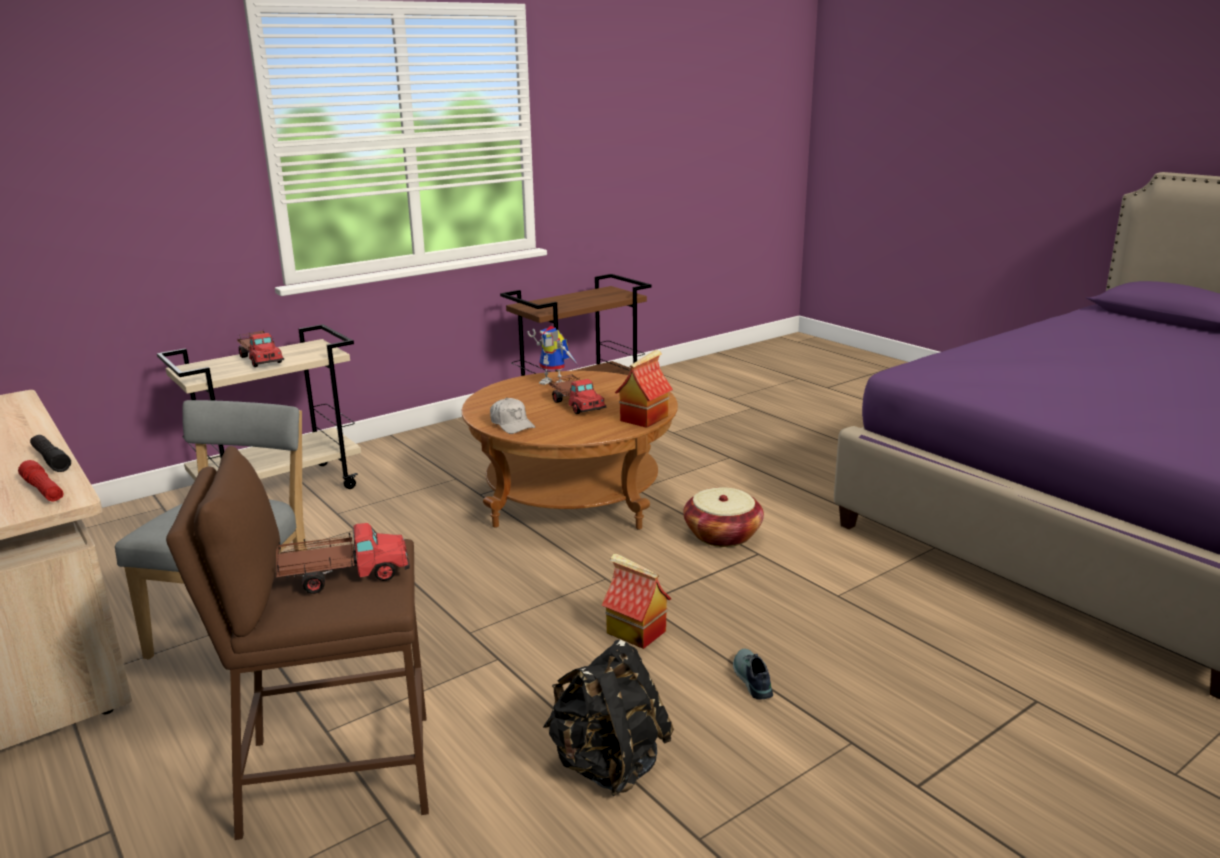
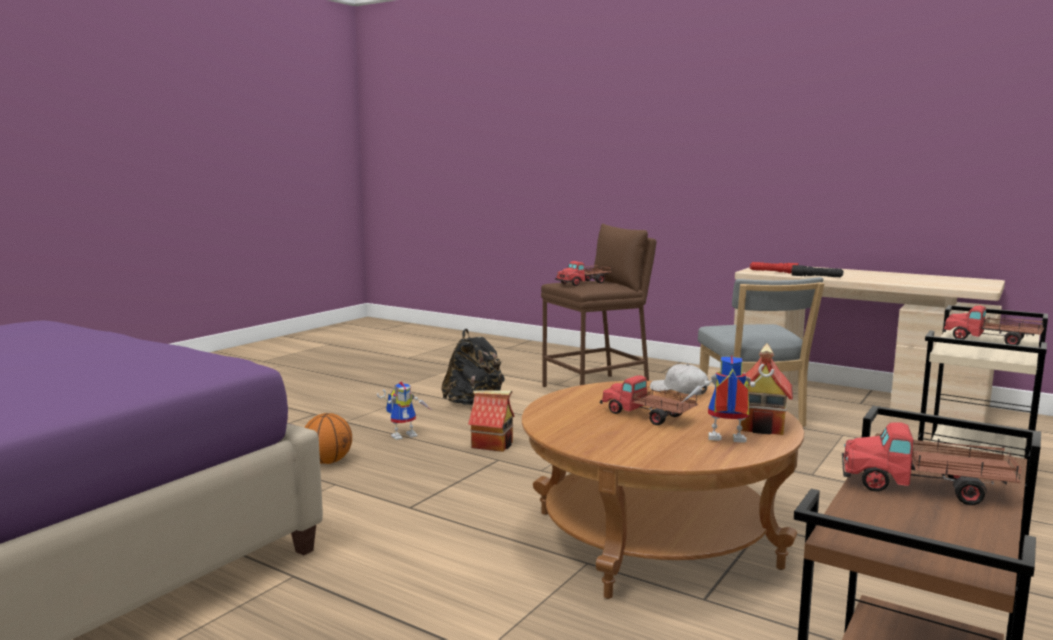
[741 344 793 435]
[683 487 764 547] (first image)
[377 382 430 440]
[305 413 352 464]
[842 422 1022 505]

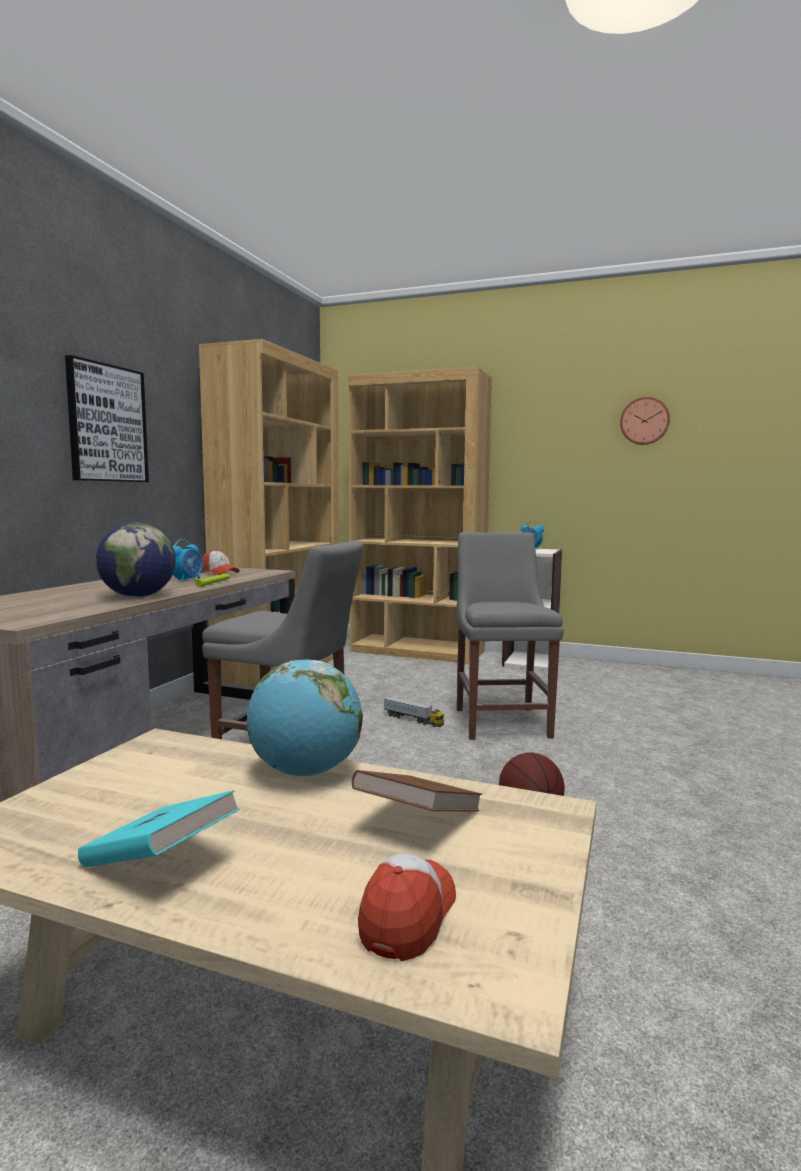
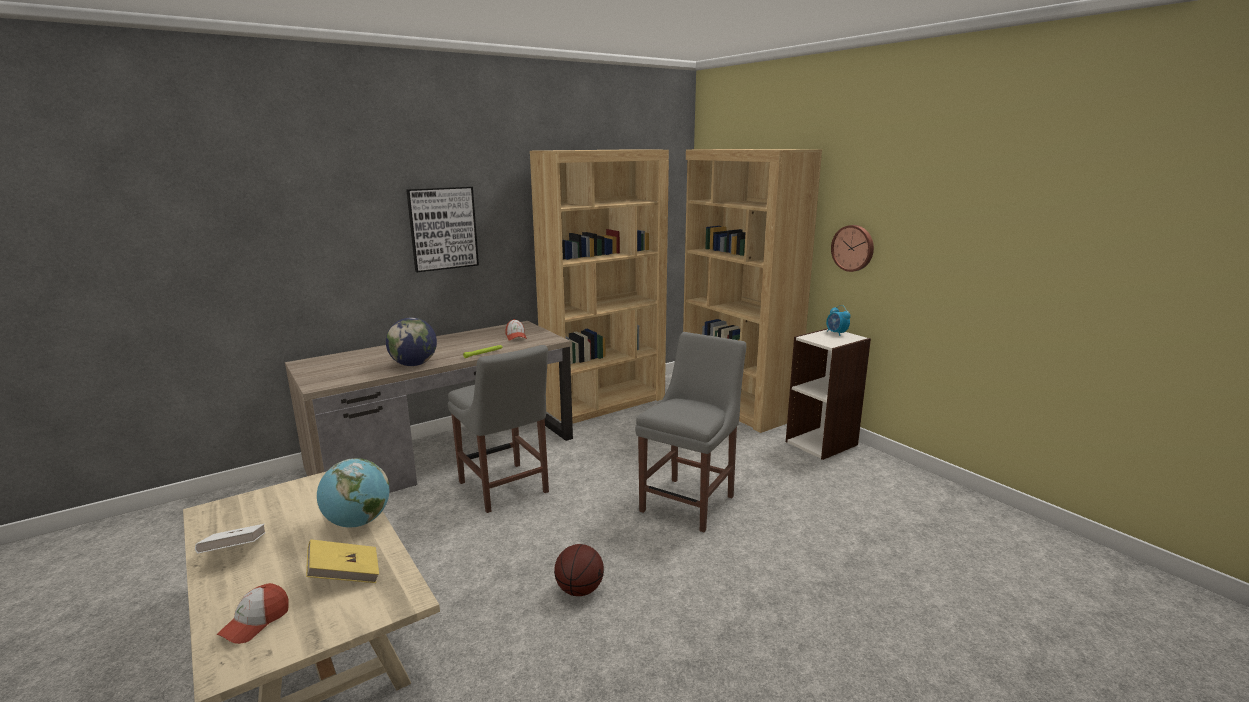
[195 524 266 554]
[173 539 203 583] (first image)
[306 539 379 583]
[217 583 289 644]
[384 696 444 727] (first image)
[831 225 874 272]

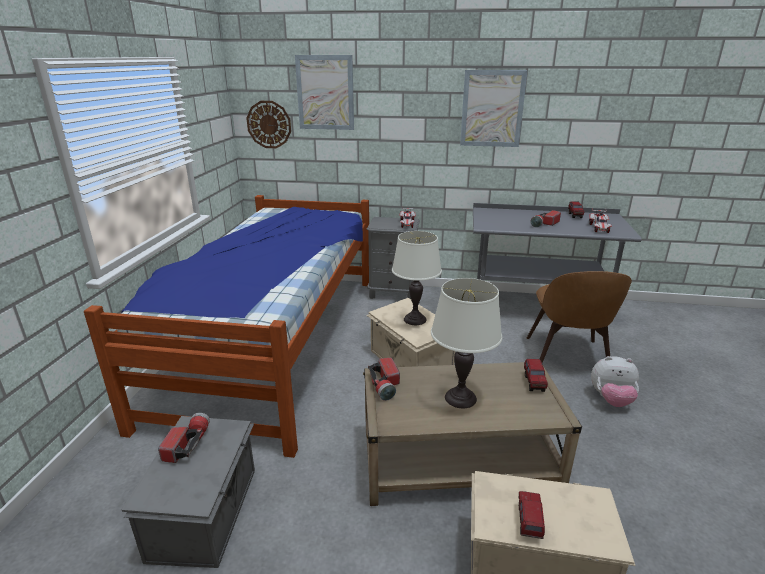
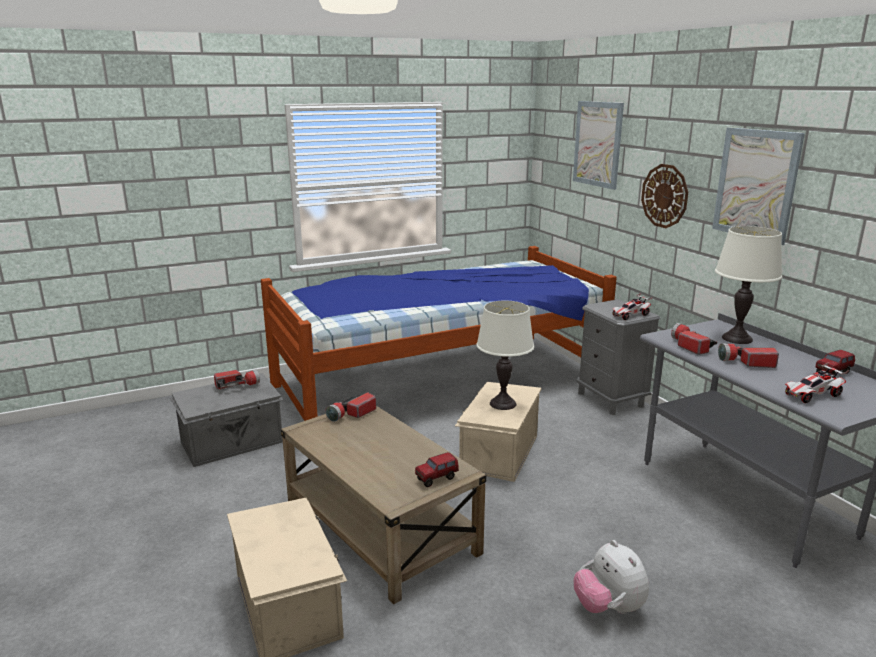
[641 164 688 228]
[715 226 782 344]
[519 491 545 539] (first image)
[527 271 632 363] (first image)
[671 323 717 355]

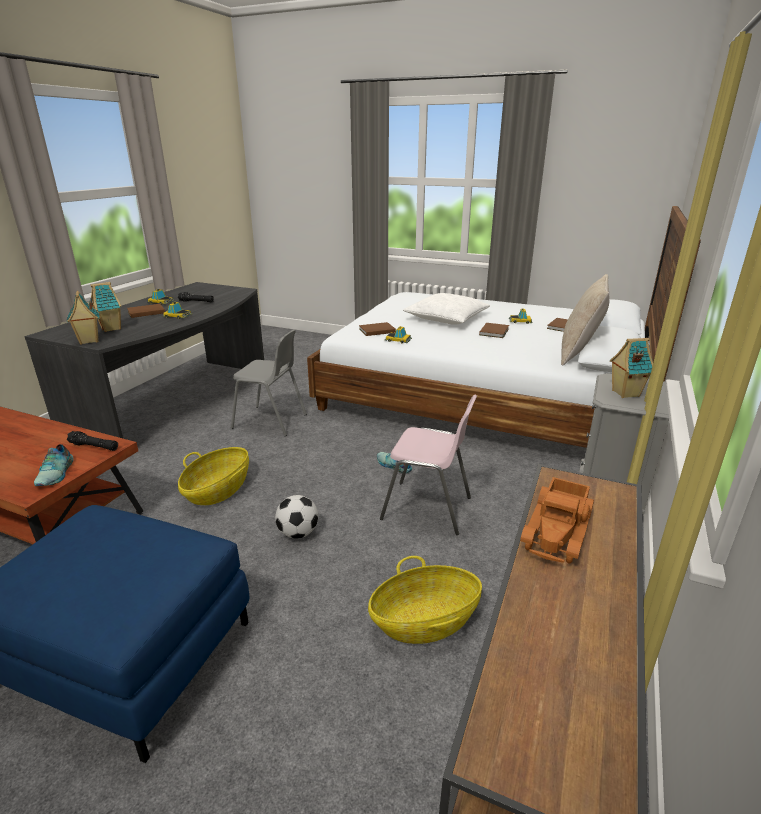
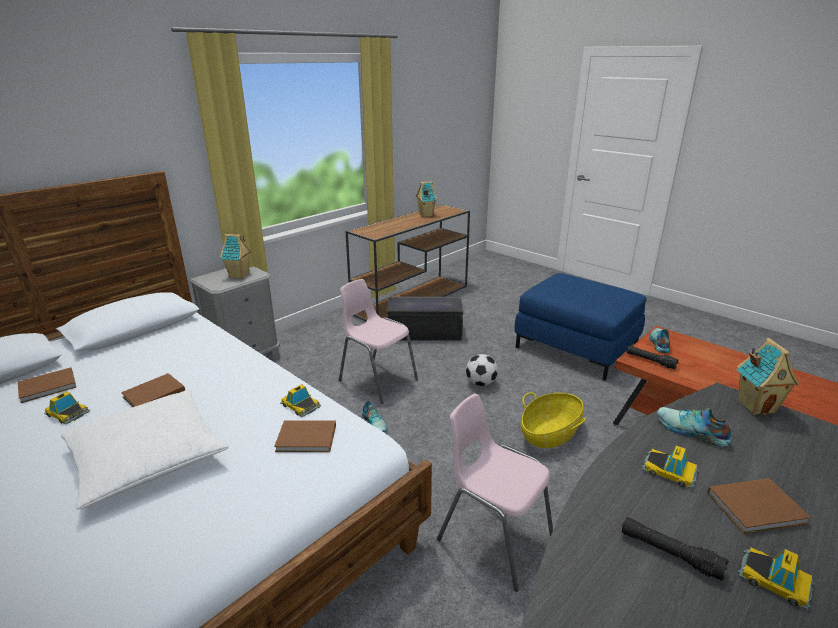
[416 181 437 217]
[437 394 553 592]
[387 297 463 341]
[520 477 594 564] (first image)
[561 274 610 366] (first image)
[657 407 732 447]

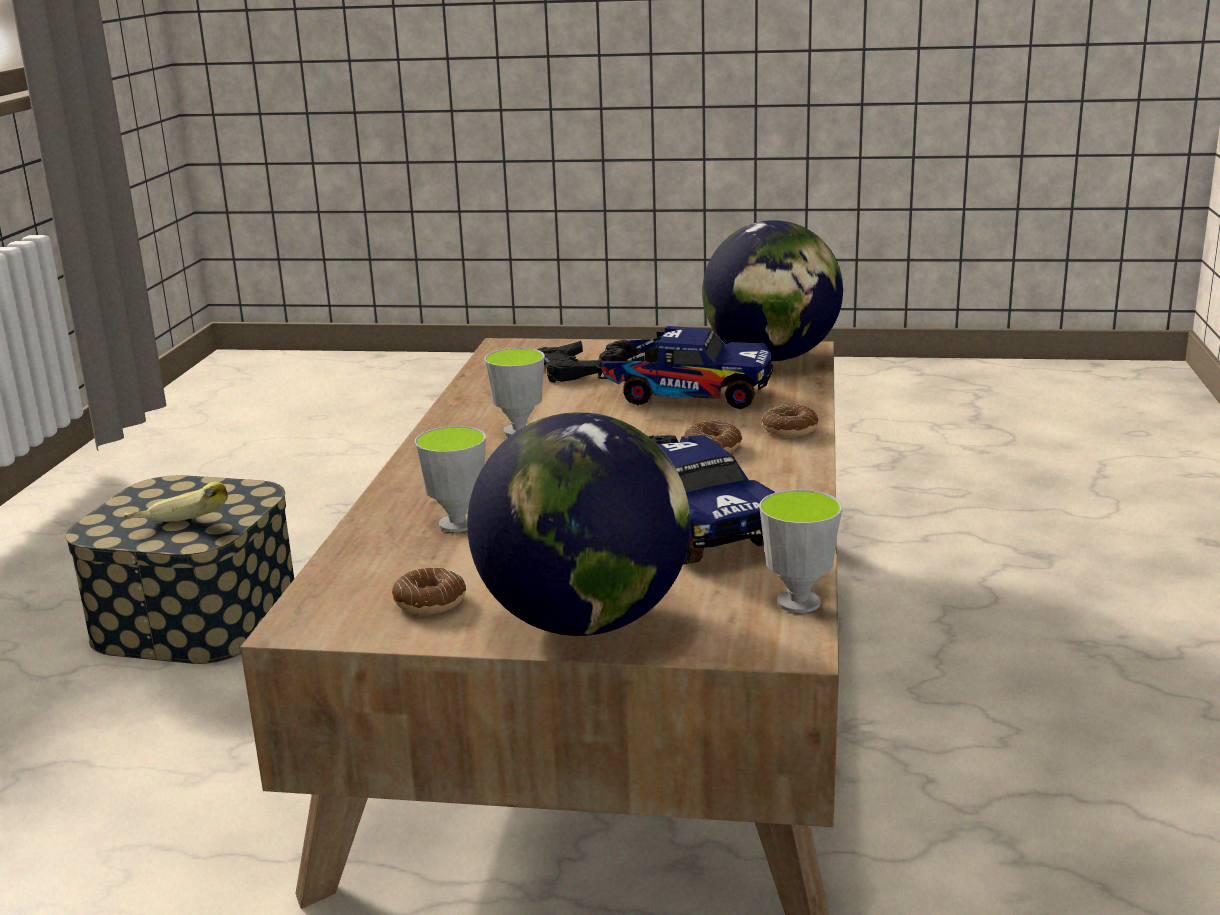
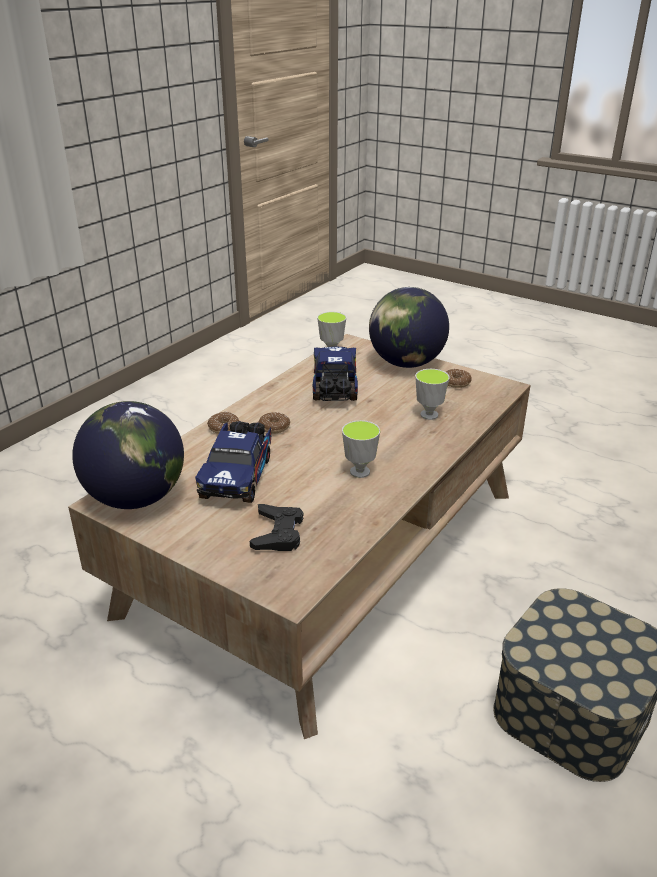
[123 482 228 522] (first image)
[195 421 271 503]

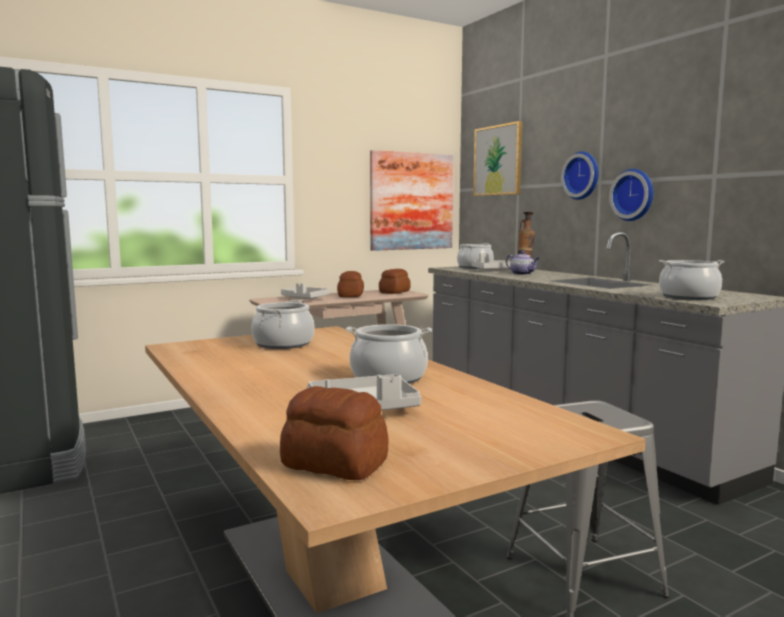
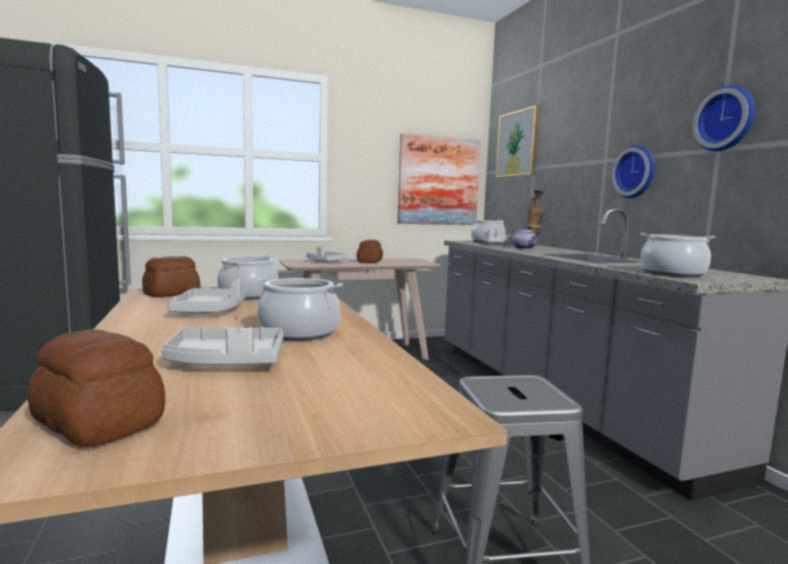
[142 256 200 297]
[693 85 755 152]
[167 279 246 314]

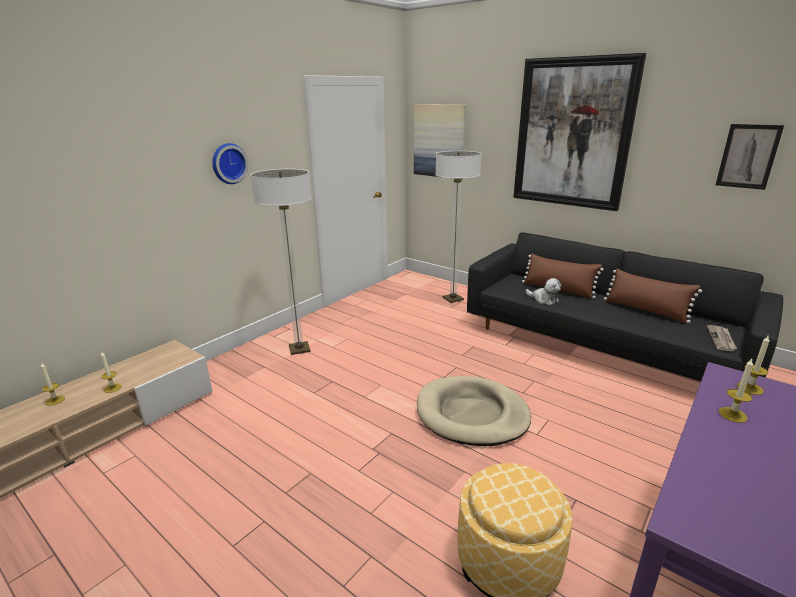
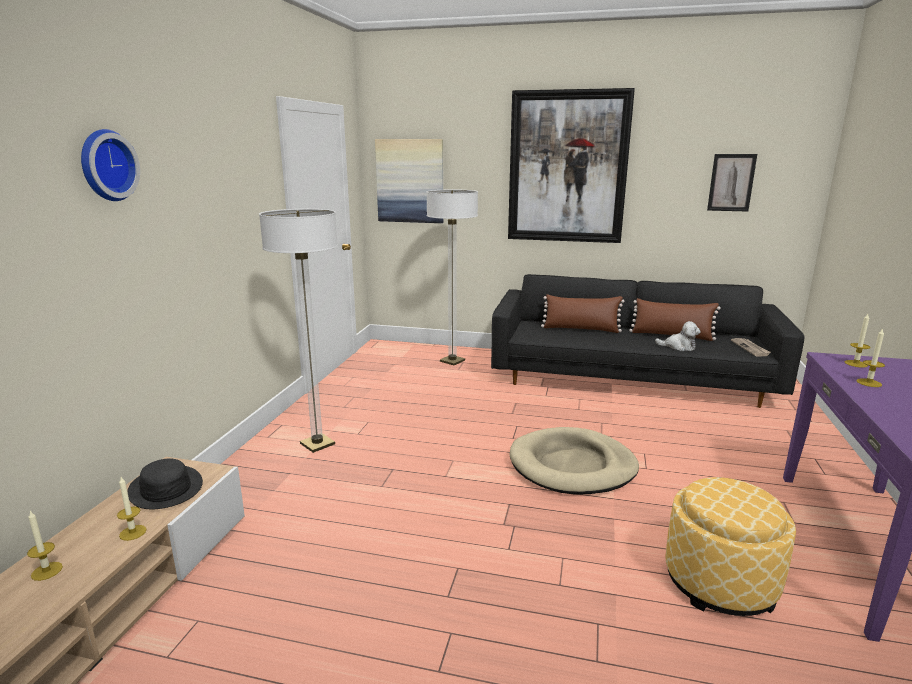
[81 129 140 201]
[655 321 701 351]
[127 458 203 509]

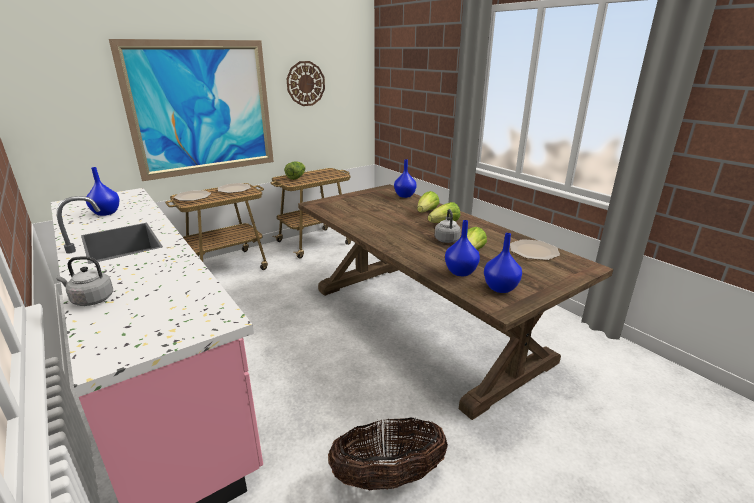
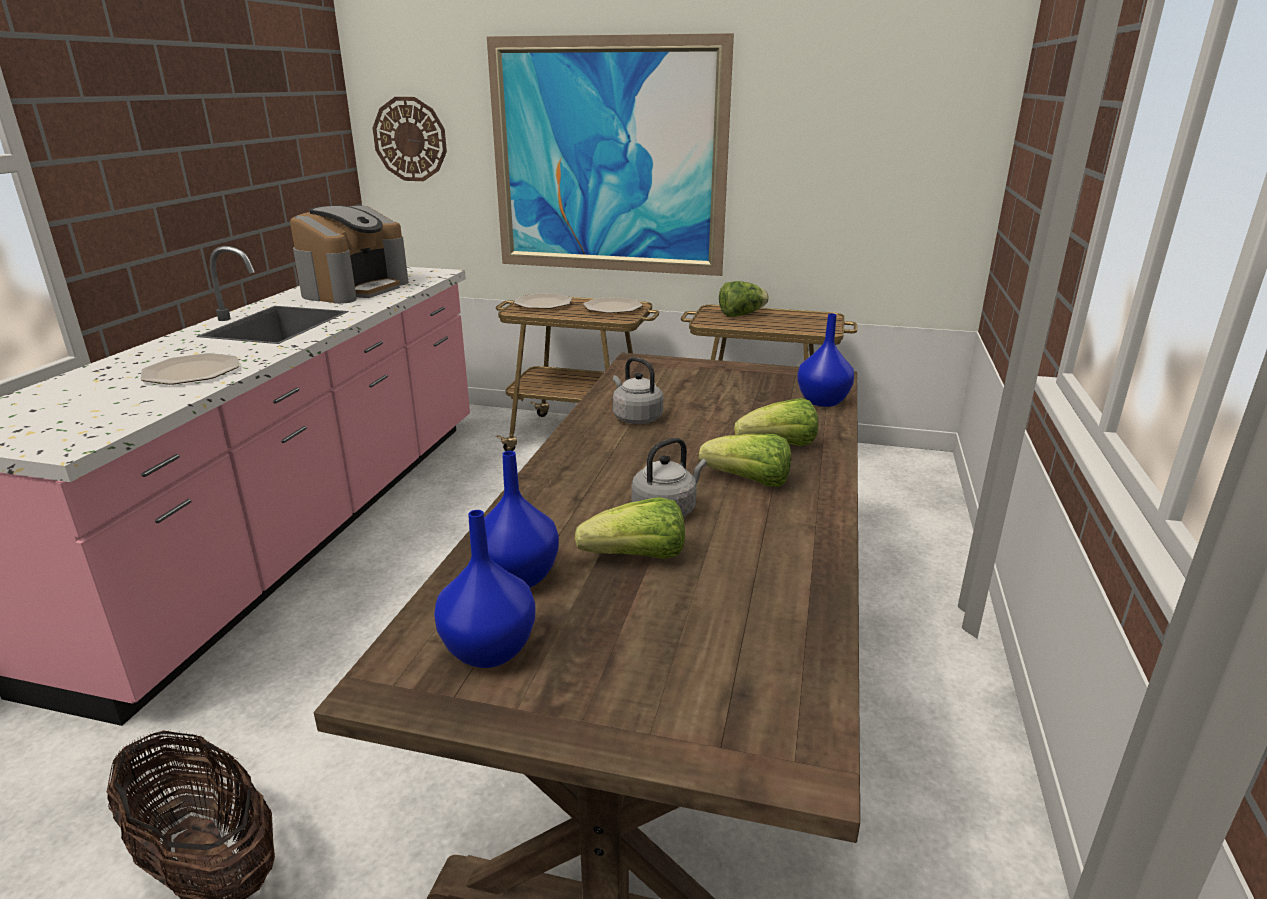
[613 357 663 424]
[290 205 408 304]
[373 97 447 181]
[141 353 239 385]

